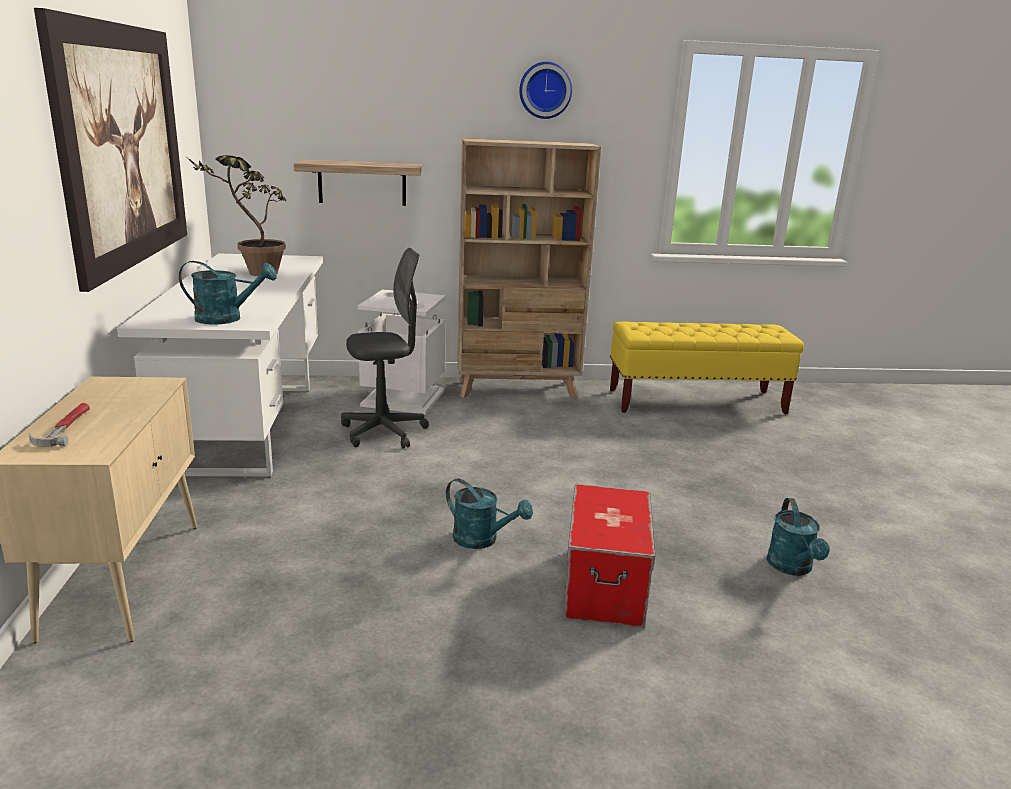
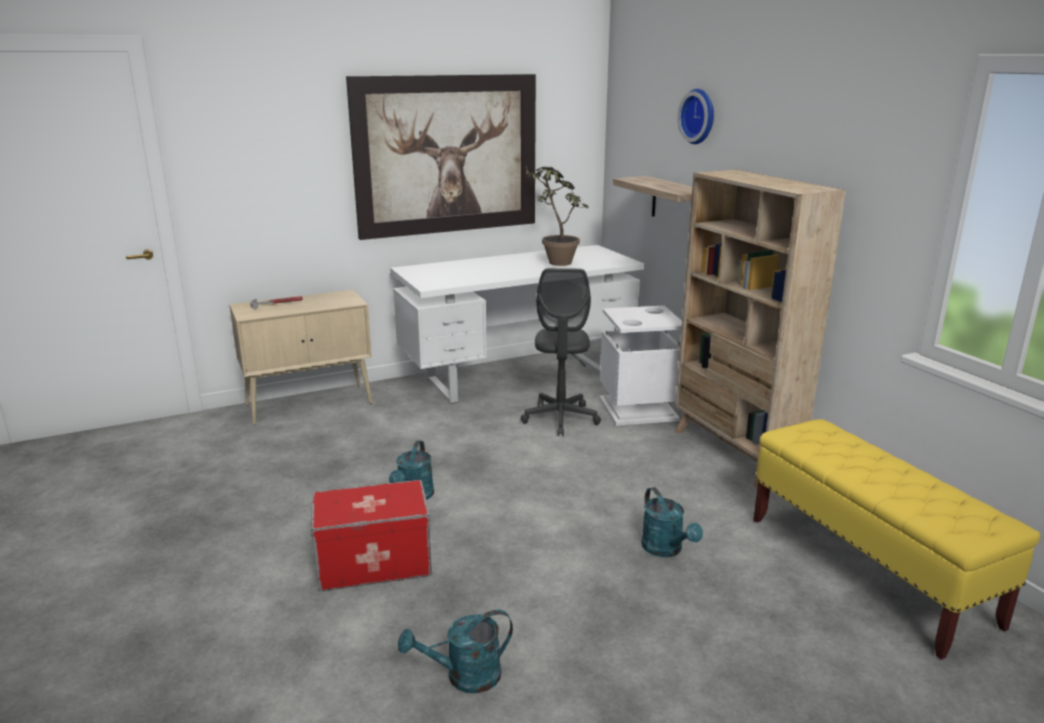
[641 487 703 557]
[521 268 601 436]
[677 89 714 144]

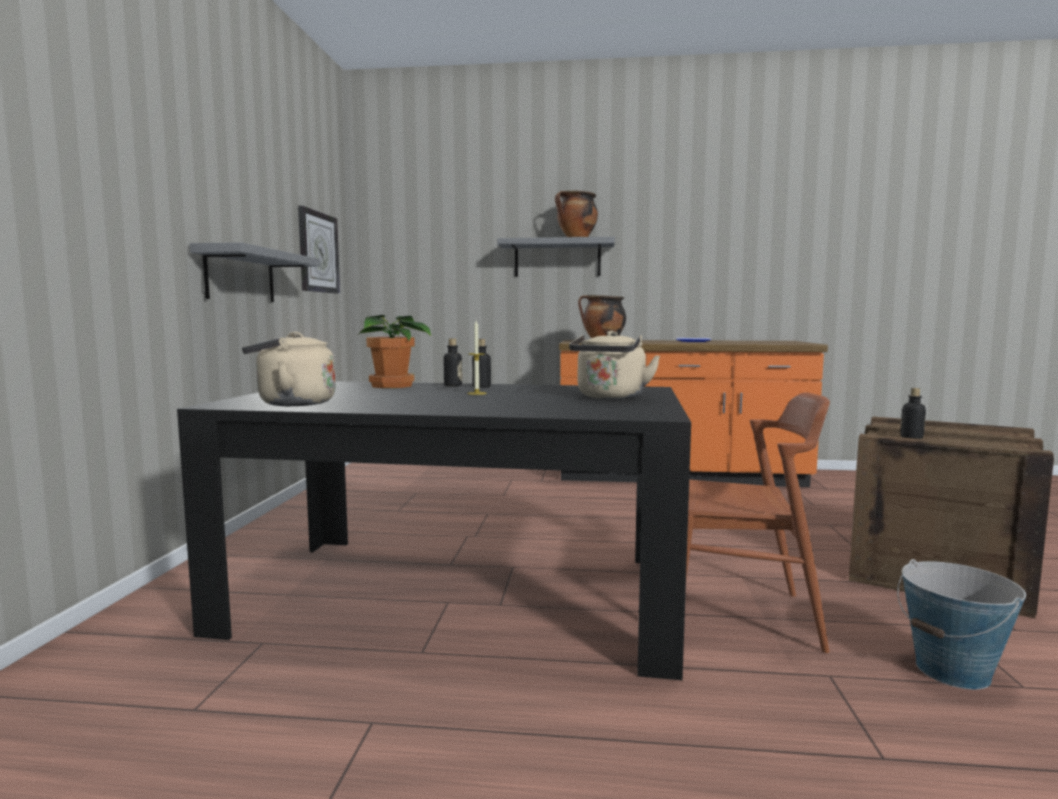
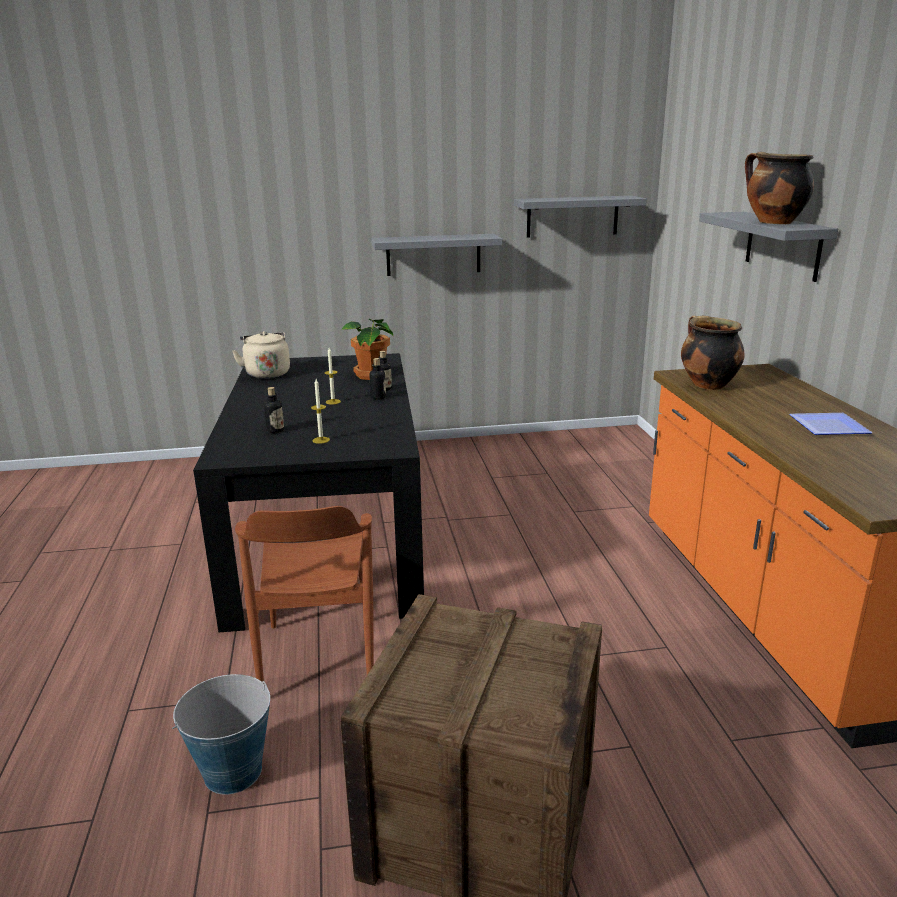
[514 196 647 238]
[311 379 330 444]
[264 387 284 433]

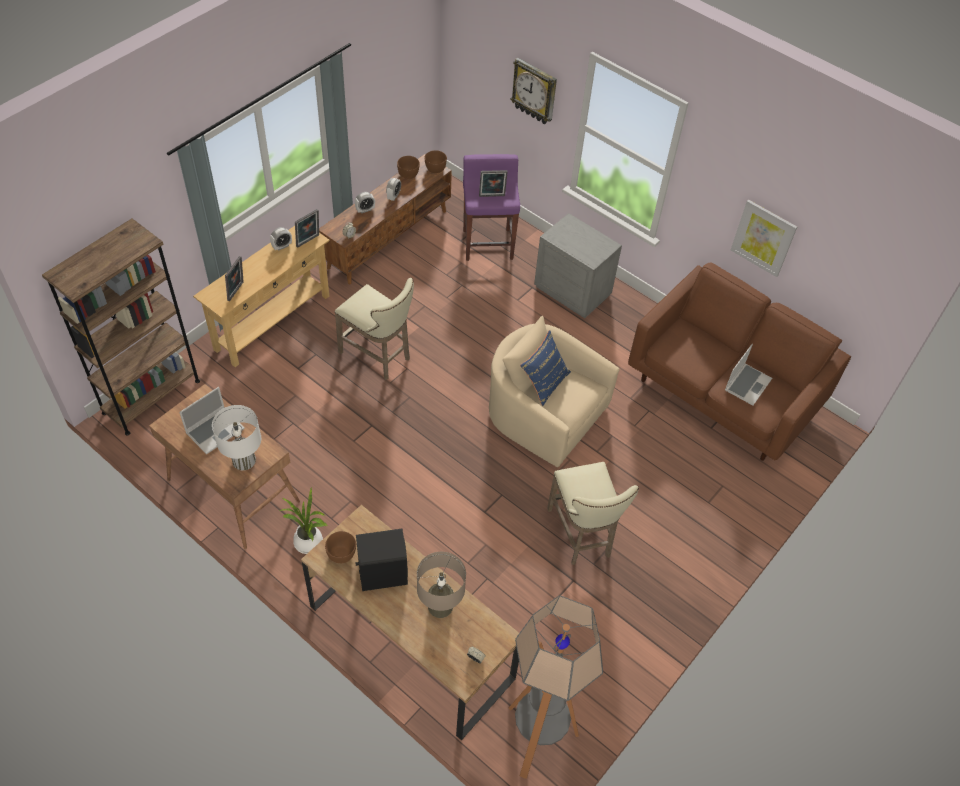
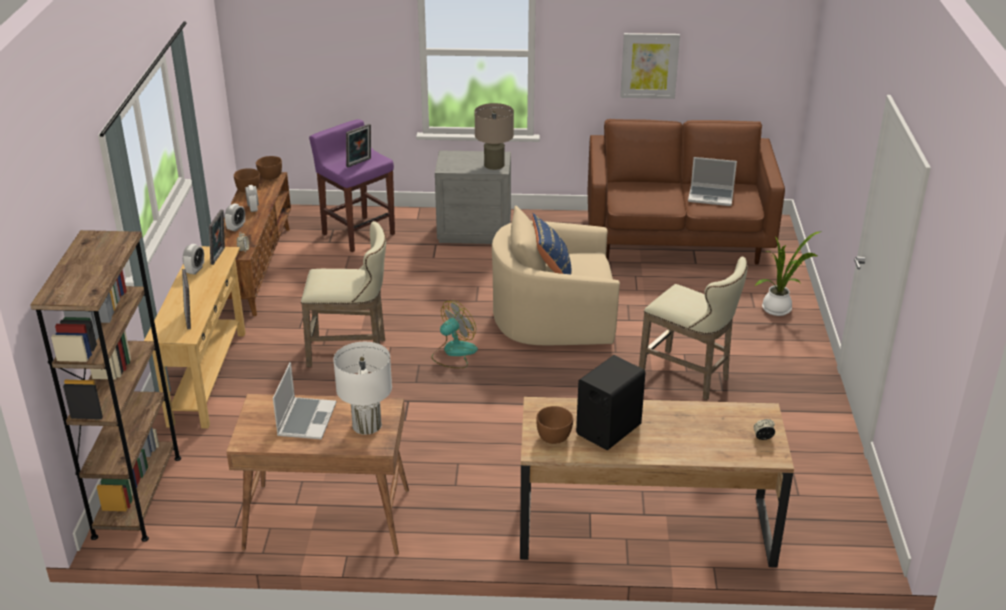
[755 231 822 316]
[474 103 514 170]
[509 595 603 779] (first image)
[510 58 557 125] (first image)
[688 157 737 206]
[431 300 478 368]

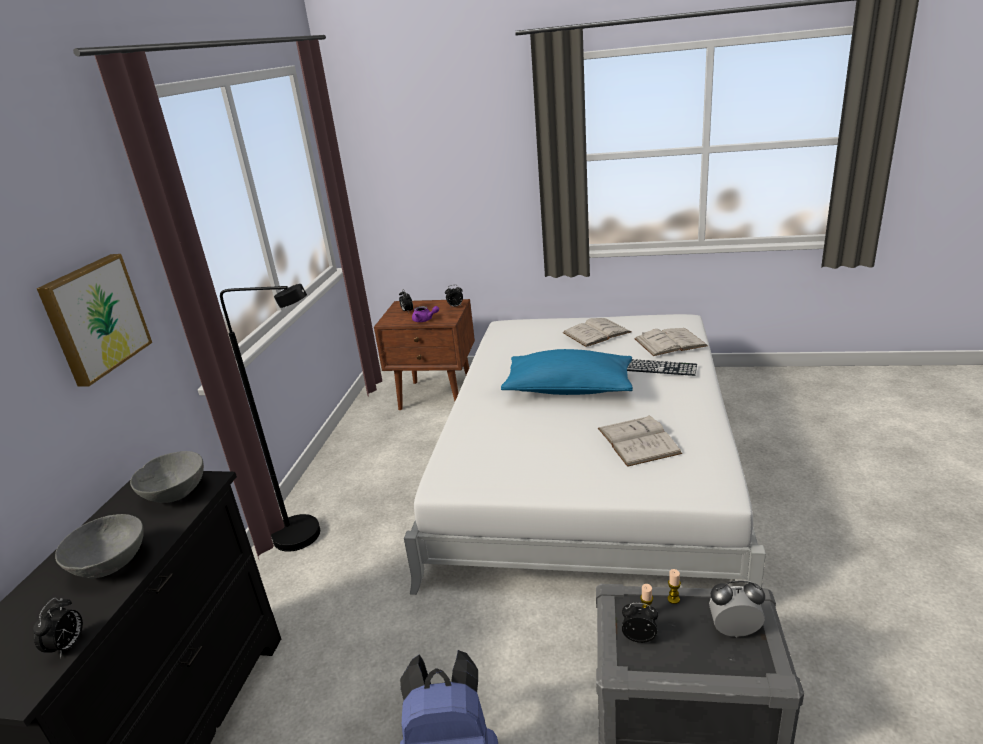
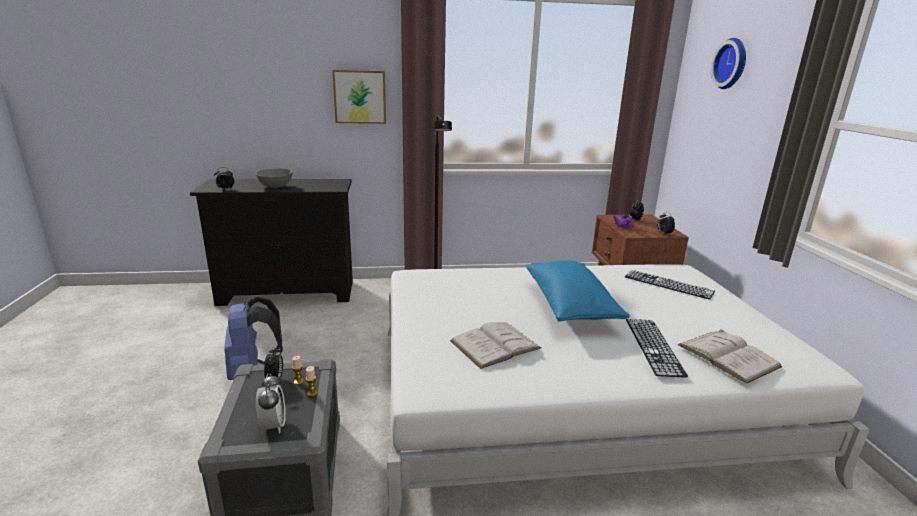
[130 451 204 503] (first image)
[563 318 631 347] (first image)
[625 270 715 300]
[711 38 746 89]

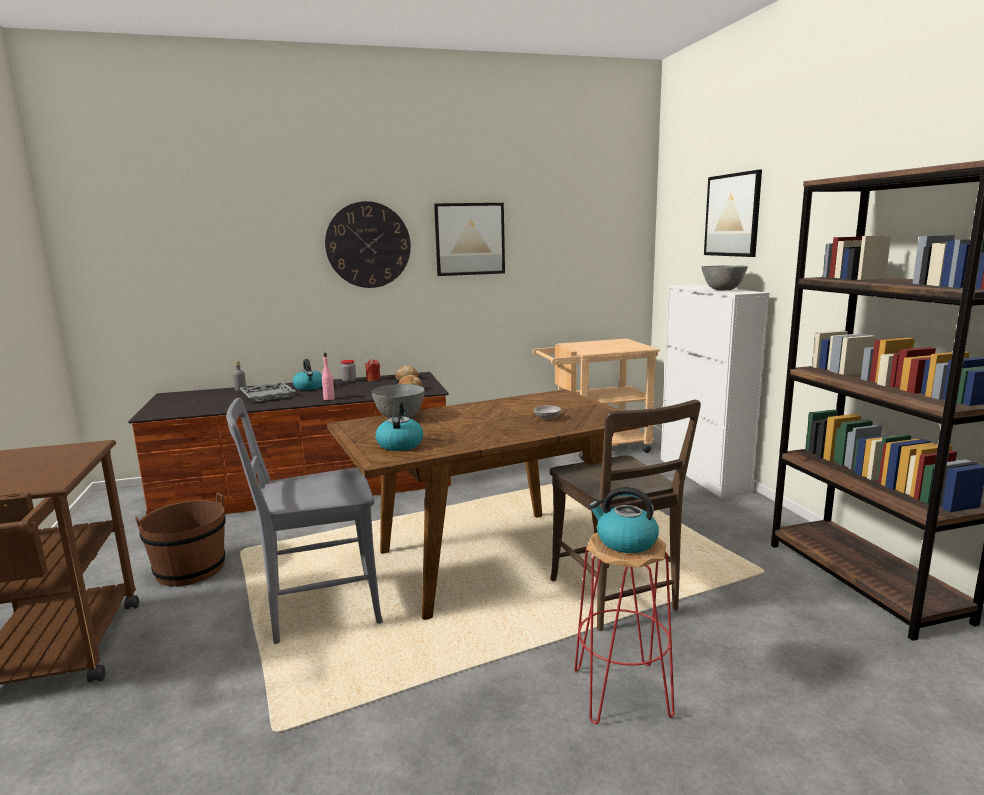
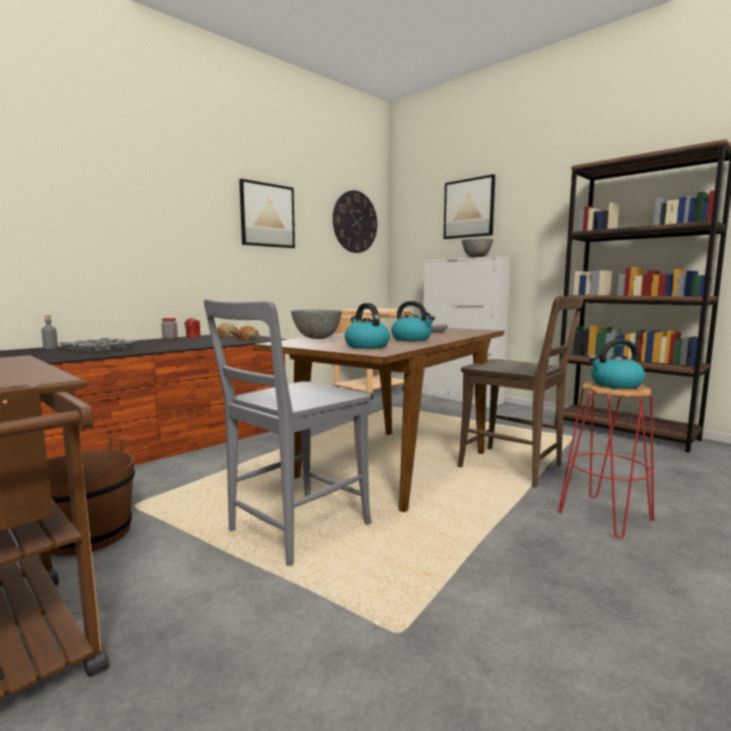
[391 301 435 341]
[322 353 335 400] (first image)
[333 190 377 253]

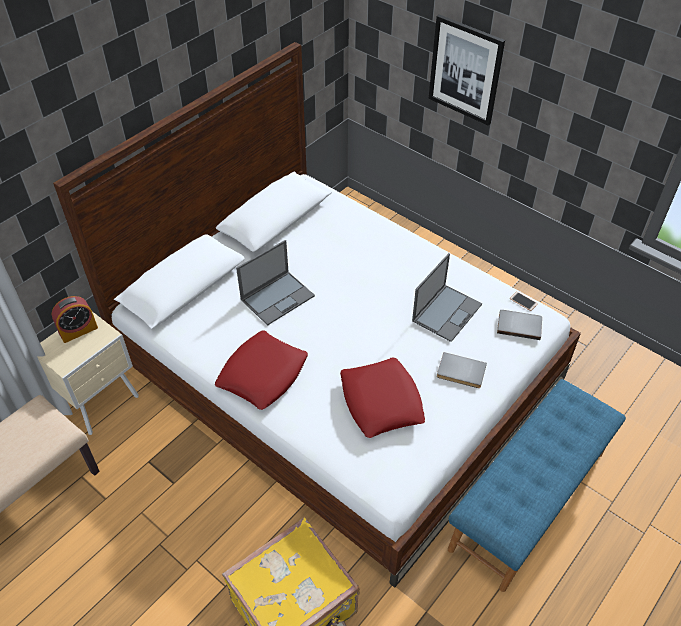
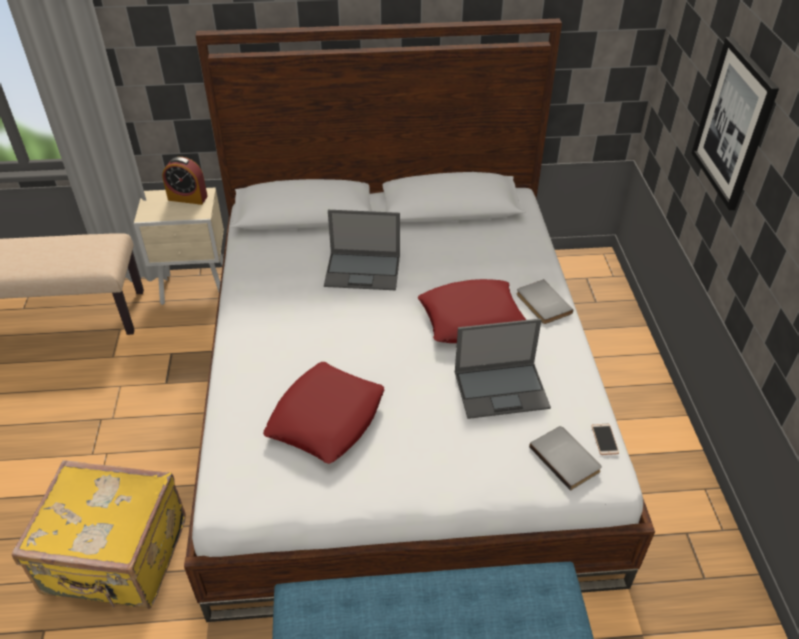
[418 279 526 343]
[517 279 573 324]

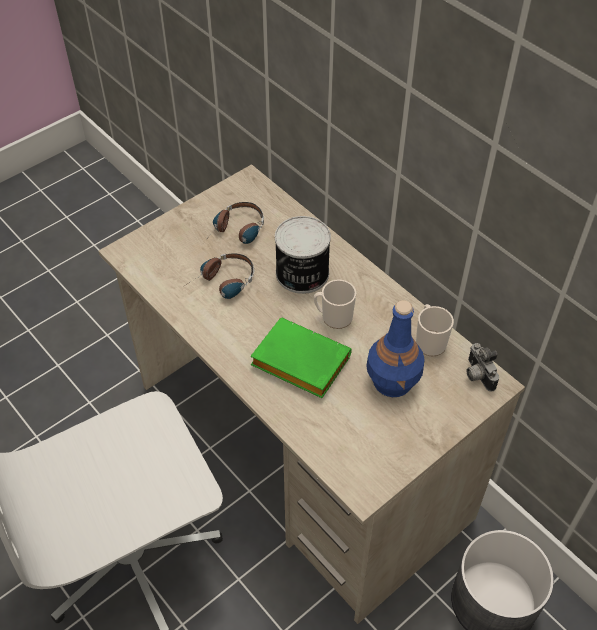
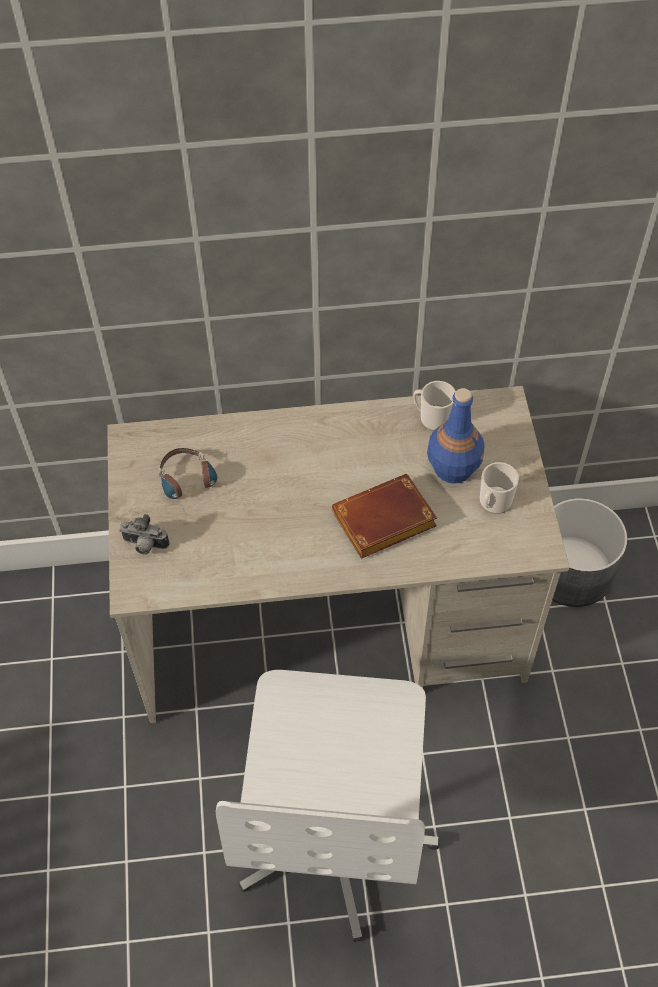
[183 253 254 299] (first image)
[332 474 437 559]
[275 216 331 294] (first image)
[480 462 519 514]
[119 514 169 555]

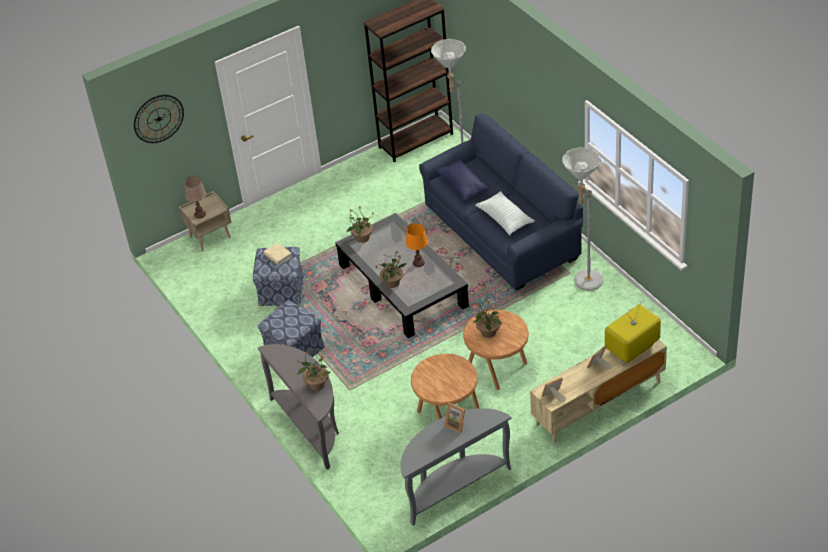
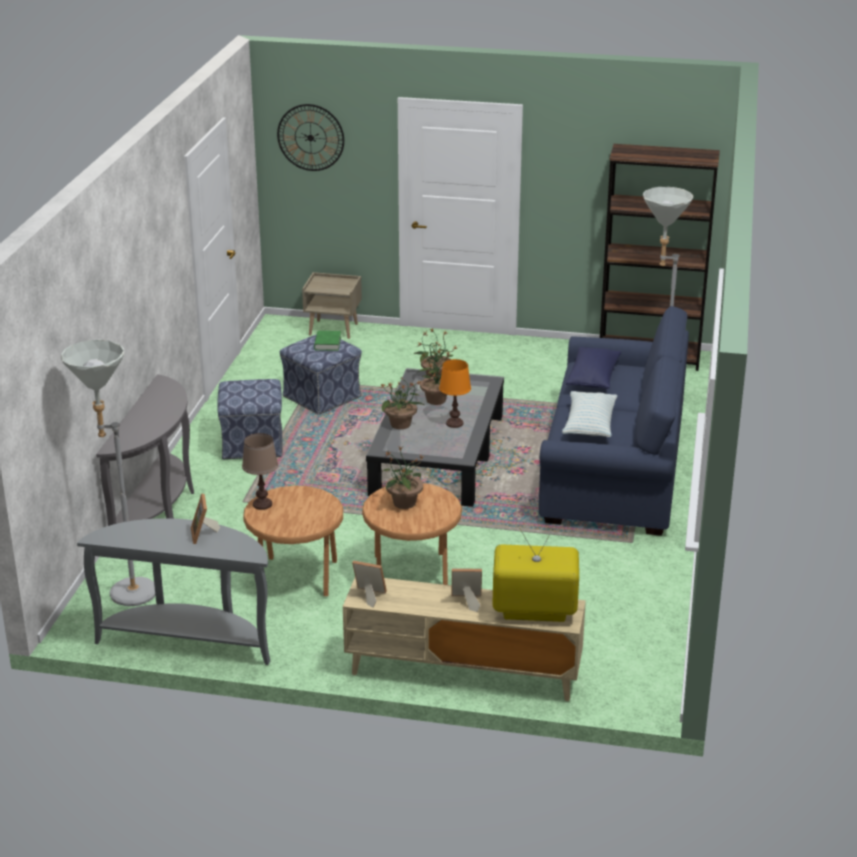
[242 433 278 510]
[314 331 341 351]
[418 348 451 405]
[61 340 156 606]

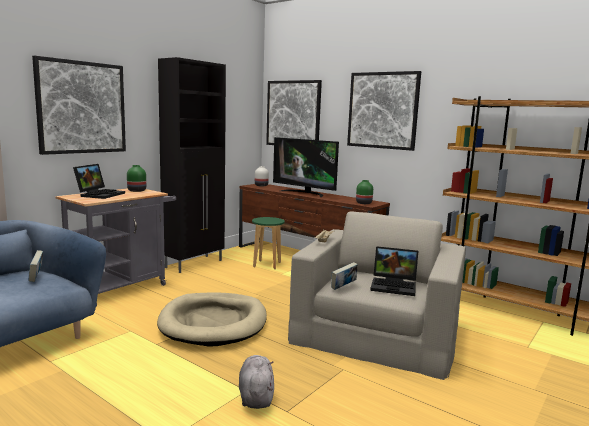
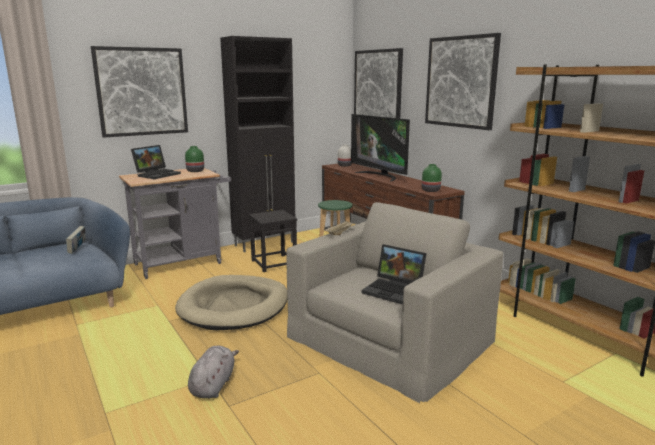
[331 262 358 290] (first image)
[249 210 297 272]

